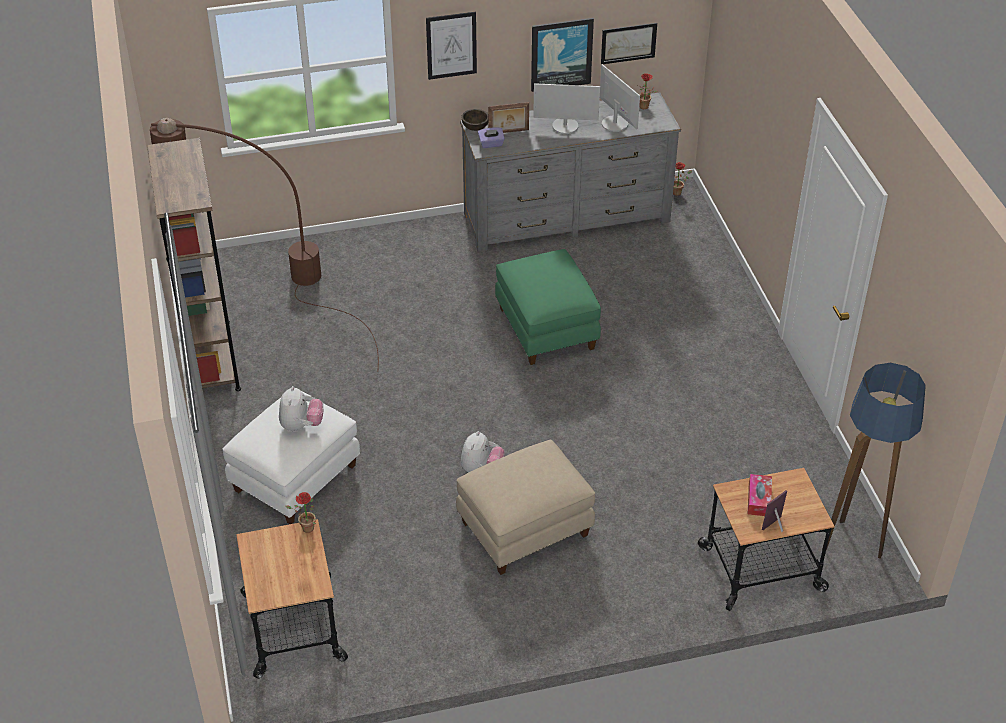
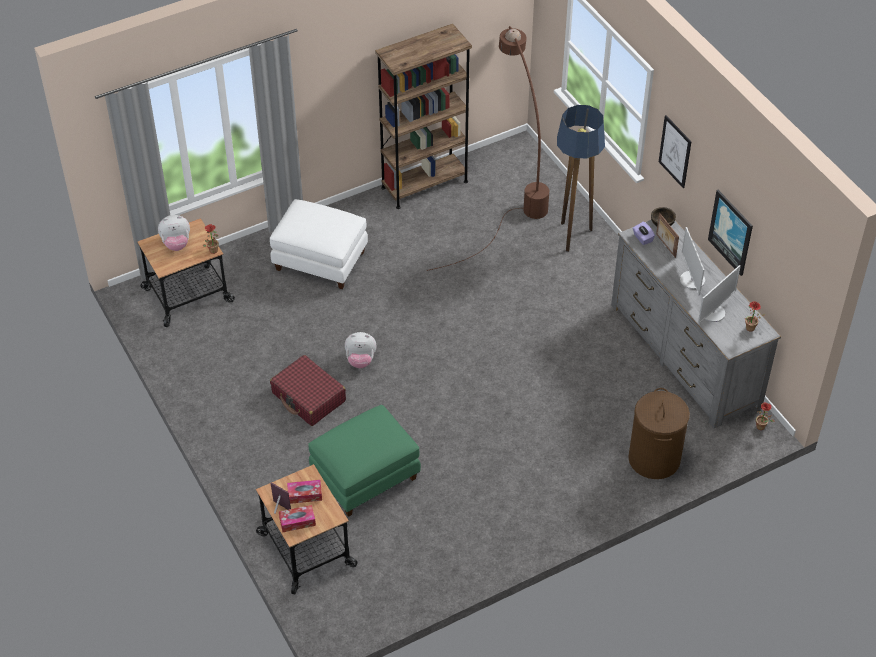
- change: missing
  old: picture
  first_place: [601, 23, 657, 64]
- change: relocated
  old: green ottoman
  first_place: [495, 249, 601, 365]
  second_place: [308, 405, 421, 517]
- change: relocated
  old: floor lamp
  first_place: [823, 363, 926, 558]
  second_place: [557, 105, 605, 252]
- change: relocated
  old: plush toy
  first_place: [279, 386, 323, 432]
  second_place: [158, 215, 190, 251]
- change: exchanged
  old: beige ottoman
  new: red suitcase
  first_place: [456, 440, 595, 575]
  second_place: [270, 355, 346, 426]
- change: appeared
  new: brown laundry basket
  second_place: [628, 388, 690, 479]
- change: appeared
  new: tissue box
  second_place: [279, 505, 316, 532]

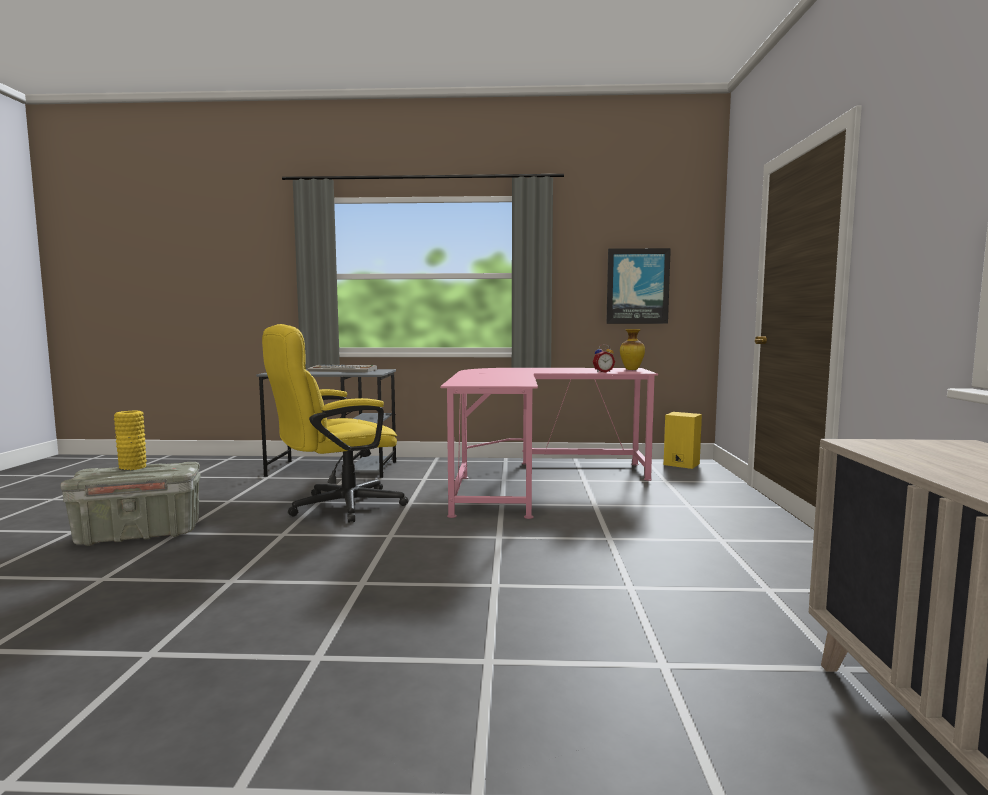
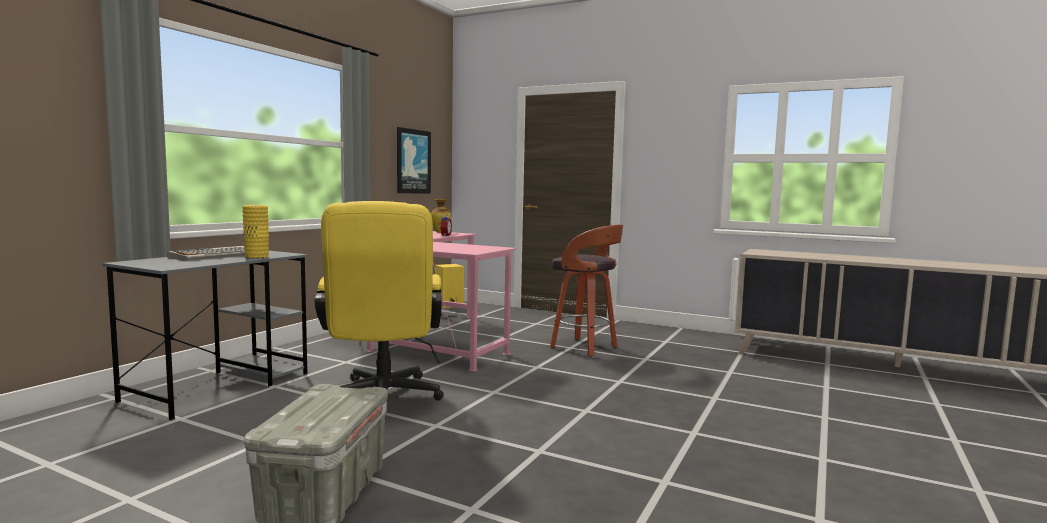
- change: relocated
  old: yellow vase
  first_place: [114, 411, 147, 471]
  second_place: [242, 205, 269, 259]
- change: appeared
  new: stool
  second_place: [550, 224, 623, 357]

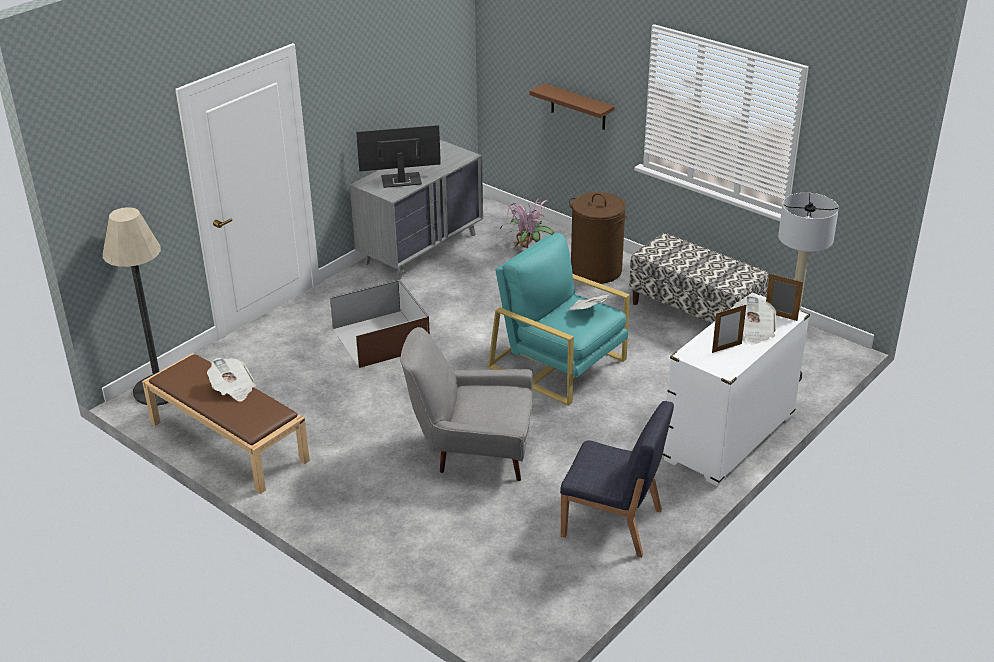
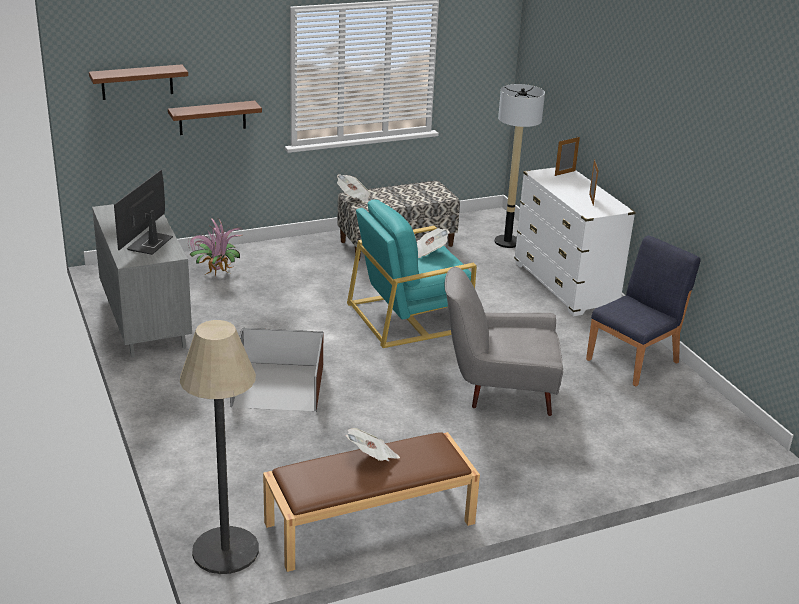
- change: missing
  old: brown laundry basket
  first_place: [569, 192, 628, 284]
- change: relocated
  old: newspaper
  first_place: [734, 295, 777, 345]
  second_place: [337, 174, 370, 203]
- change: spun
  old: grey armchair
  first_place: [400, 327, 533, 481]
  second_place: [445, 267, 563, 416]
  degrees: 60
- change: appeared
  new: brown shelf
  second_place: [89, 64, 188, 100]

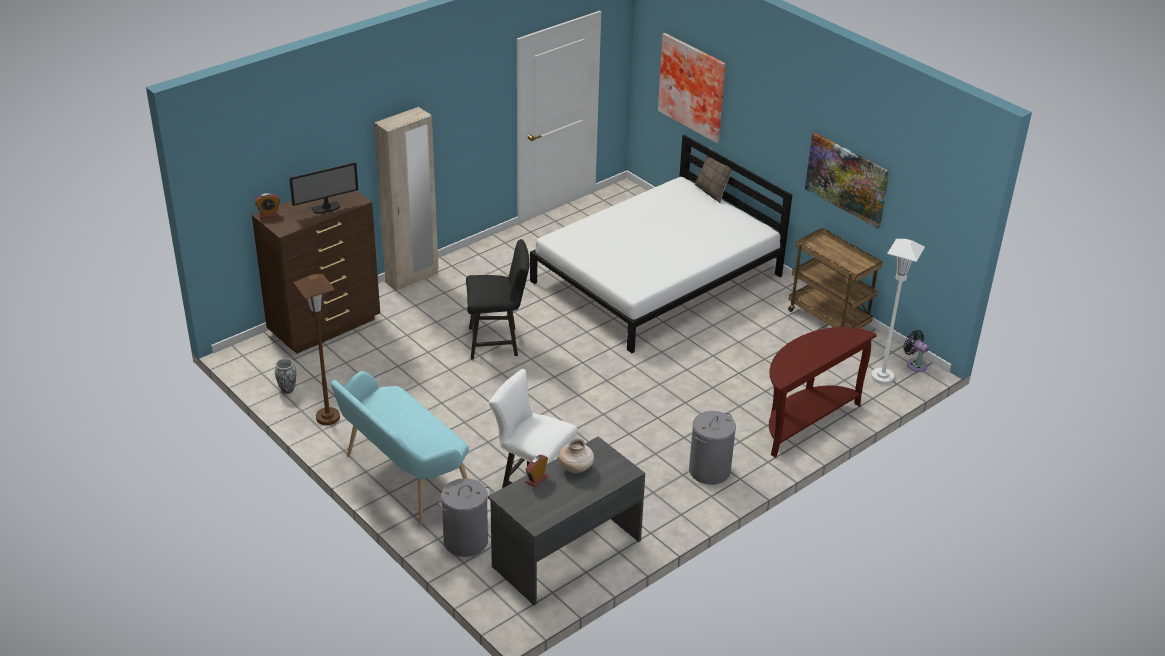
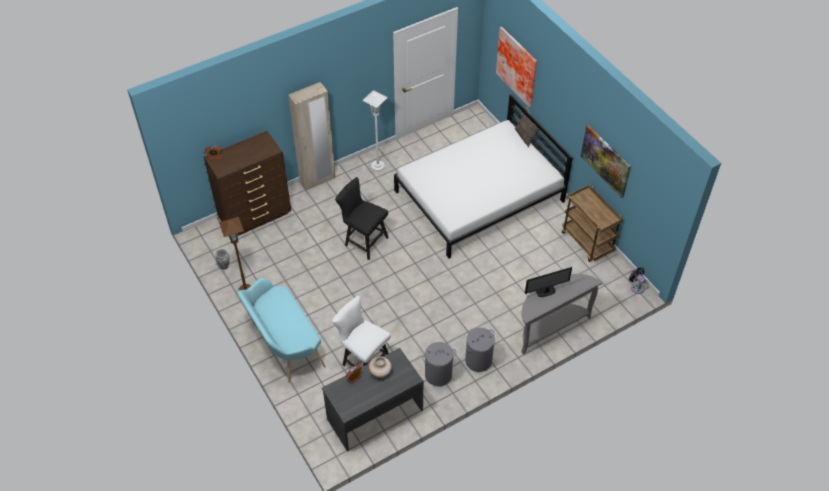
- change: relocated
  old: monitor
  first_place: [289, 162, 358, 214]
  second_place: [525, 267, 572, 297]
- change: spun
  old: black chair
  first_place: [466, 239, 530, 359]
  second_place: [335, 177, 389, 260]
  degrees: -150
- change: relocated
  old: white floor lamp
  first_place: [871, 239, 925, 385]
  second_place: [362, 90, 388, 172]
- change: colour
  old: brown console table
  new: grey console table
  first_place: [769, 327, 877, 457]
  second_place: [521, 274, 602, 355]
- change: relocated
  old: grey laundry basket
  first_place: [437, 478, 492, 557]
  second_place: [422, 342, 456, 386]

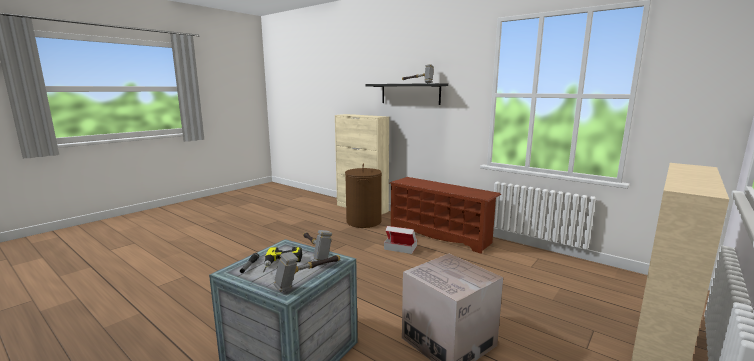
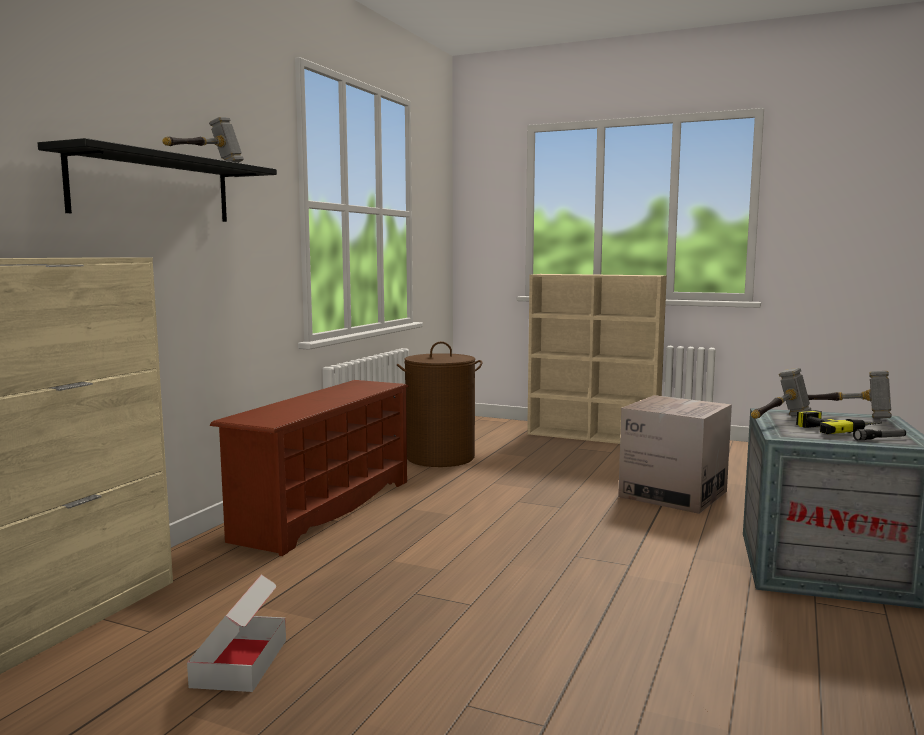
- change: relocated
  old: brown laundry basket
  first_place: [345, 163, 382, 228]
  second_place: [397, 341, 482, 467]
- change: relocated
  old: cardboard box
  first_place: [384, 226, 417, 254]
  second_place: [187, 574, 286, 692]

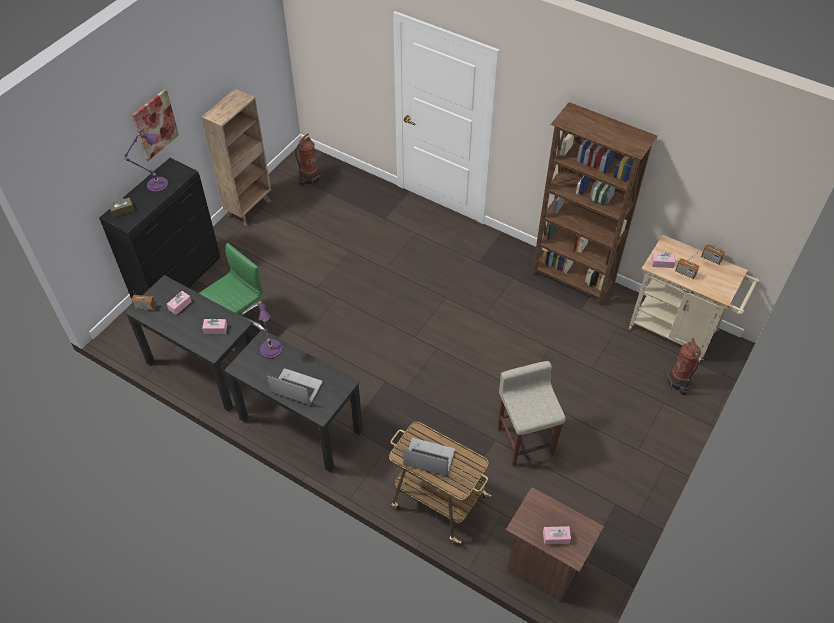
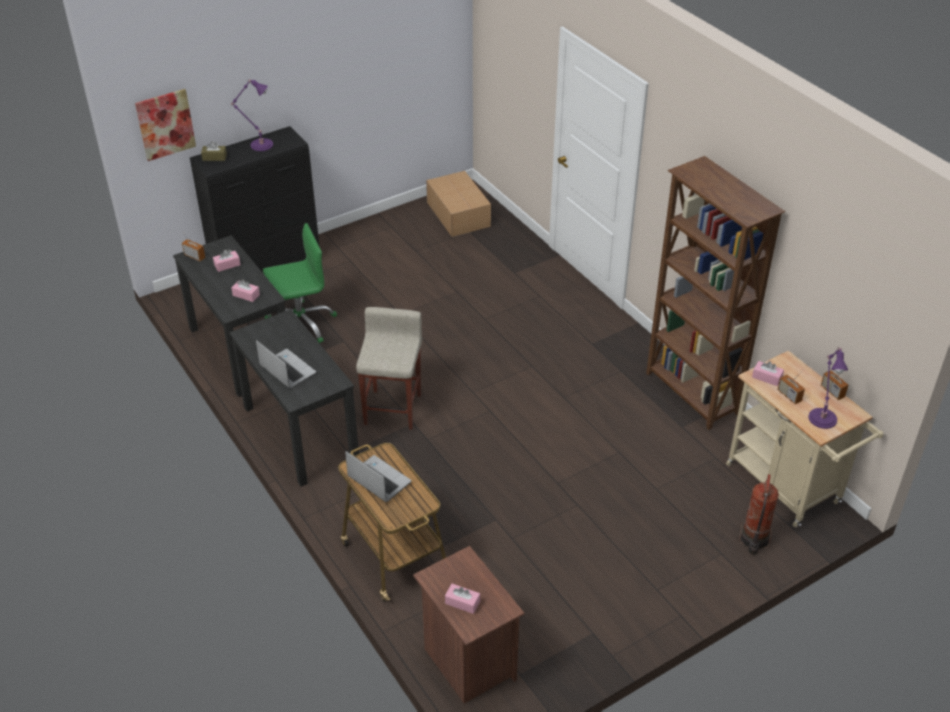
- change: relocated
  old: picture
  first_place: [132, 89, 179, 161]
  second_place: [135, 89, 196, 161]
- change: missing
  old: brown bookcase
  first_place: [201, 89, 271, 226]
- change: exchanged
  old: fire extinguisher
  new: cardboard box
  first_place: [295, 133, 322, 186]
  second_place: [426, 171, 491, 237]
- change: relocated
  old: purple table lamp
  first_place: [257, 301, 283, 359]
  second_place: [809, 348, 848, 429]
- change: relocated
  old: beige stool
  first_place: [497, 361, 565, 466]
  second_place: [356, 307, 422, 430]

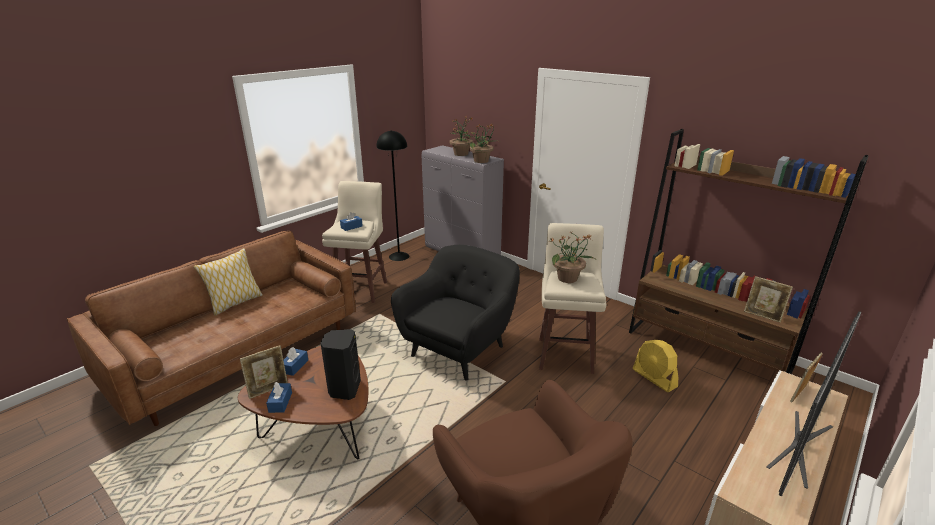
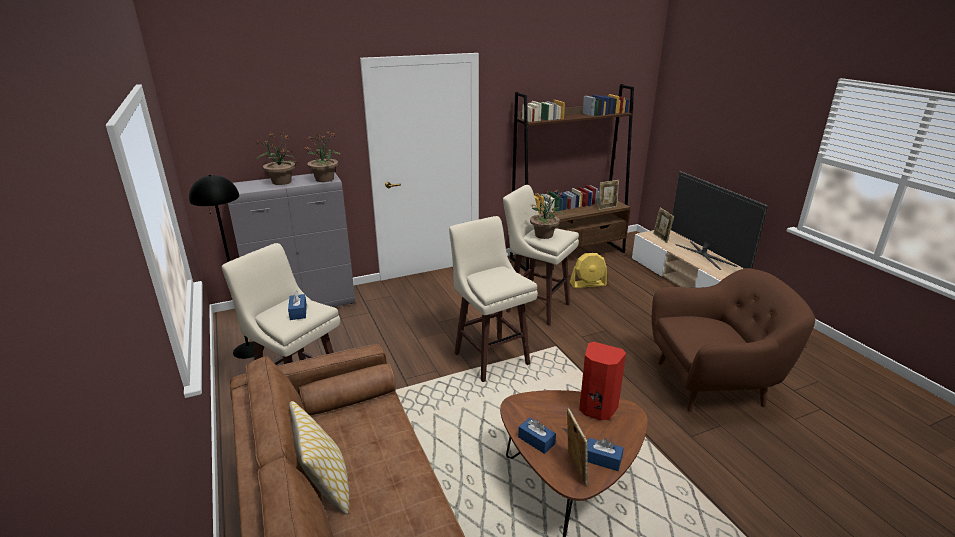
- change: exchanged
  old: black armchair
  new: beige stool
  first_place: [391, 245, 520, 380]
  second_place: [449, 216, 538, 382]
- change: colour
  old: black speaker
  new: red speaker
  first_place: [321, 329, 361, 400]
  second_place: [579, 342, 626, 420]

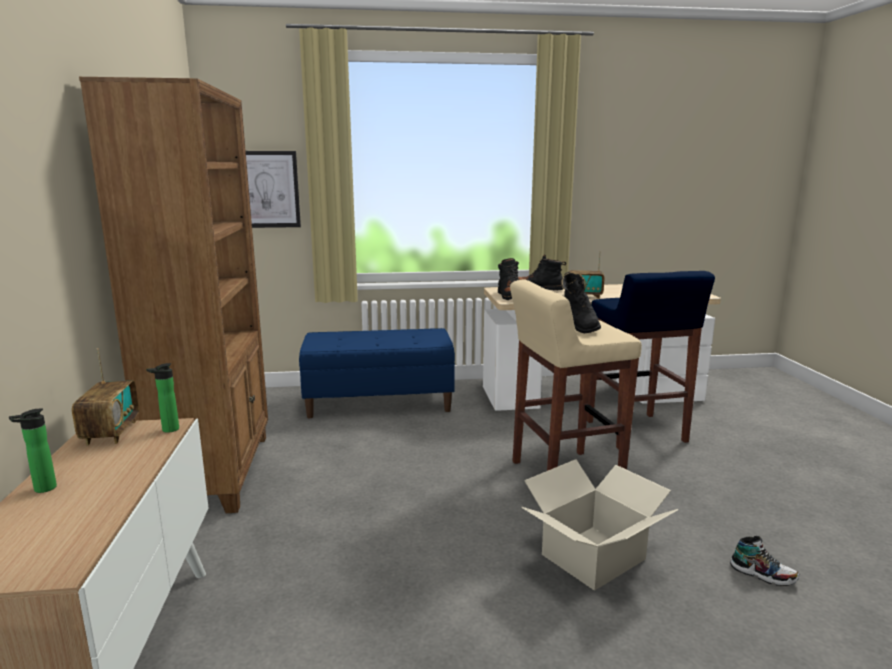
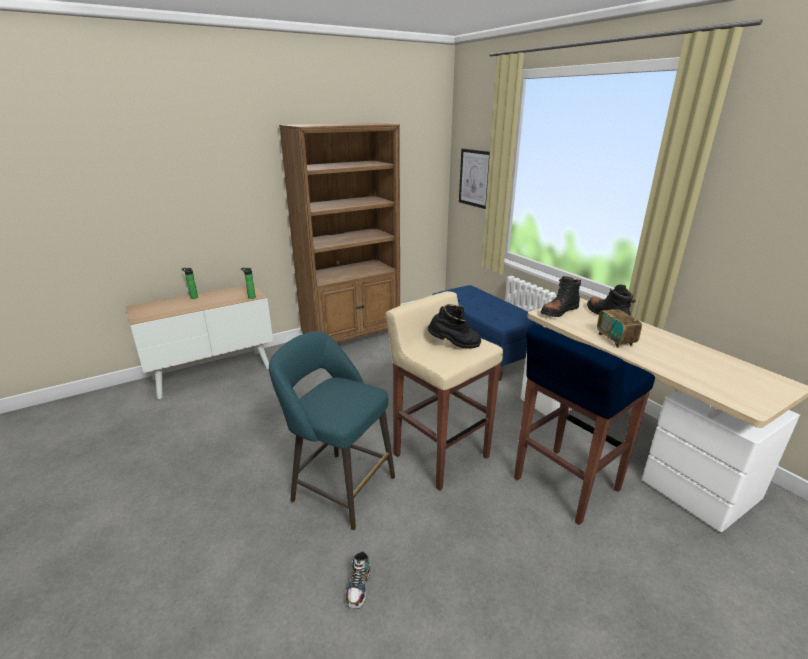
- change: spun
  old: black boot
  first_place: [561, 272, 601, 333]
  second_place: [428, 304, 481, 348]
  degrees: -150
- change: missing
  old: radio
  first_place: [72, 348, 139, 446]
- change: exchanged
  old: cardboard box
  new: turquoise stool
  first_place: [521, 459, 679, 591]
  second_place: [269, 331, 395, 530]

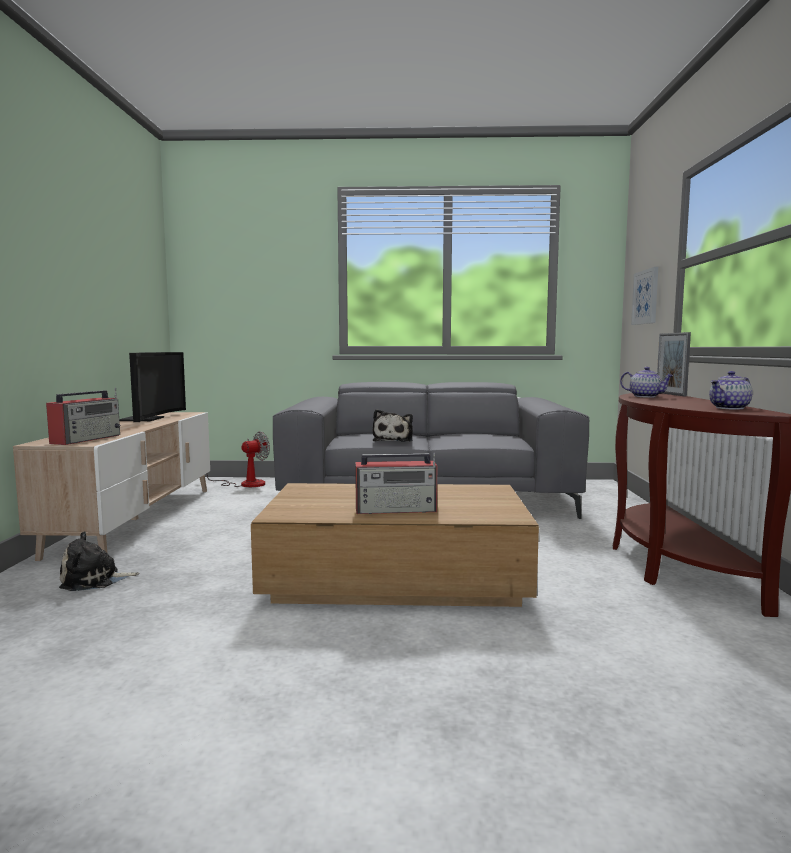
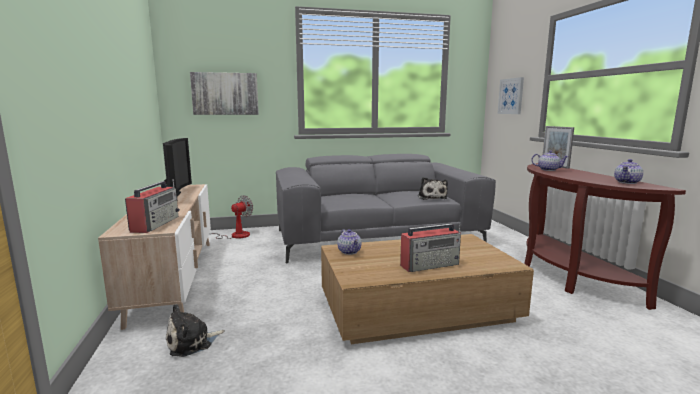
- change: relocated
  old: plush toy
  first_place: [373, 409, 413, 442]
  second_place: [418, 177, 448, 200]
- change: appeared
  new: picture
  second_place: [190, 72, 259, 115]
- change: appeared
  new: teapot
  second_place: [337, 229, 361, 255]

